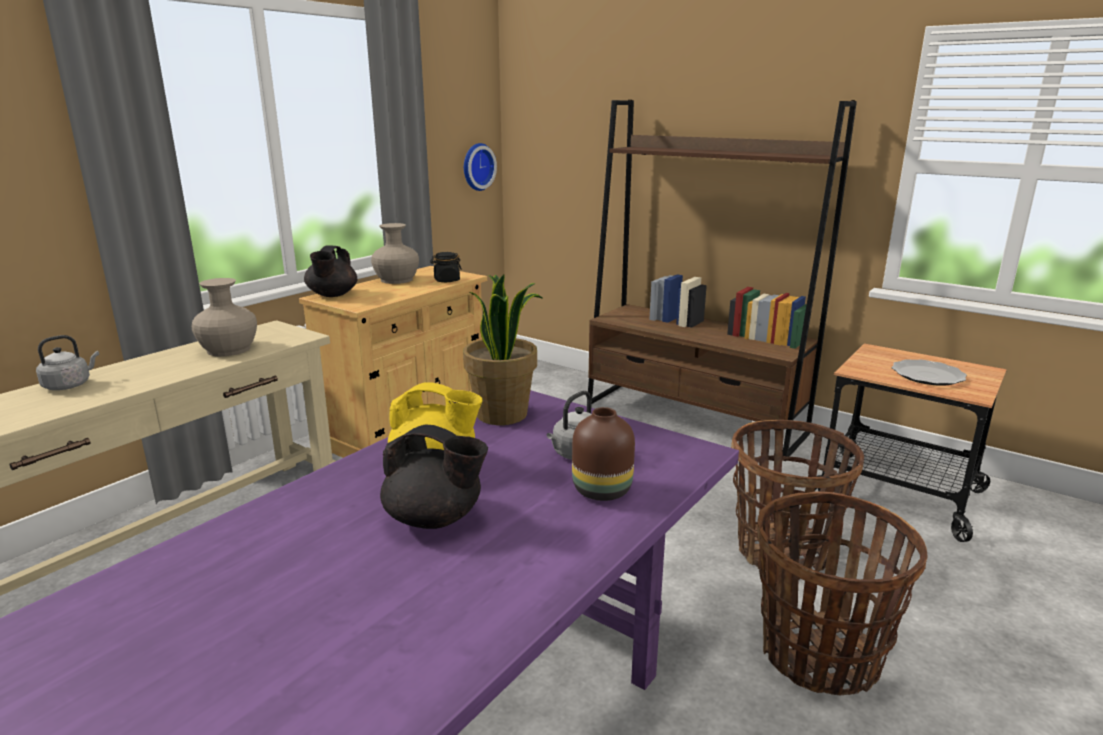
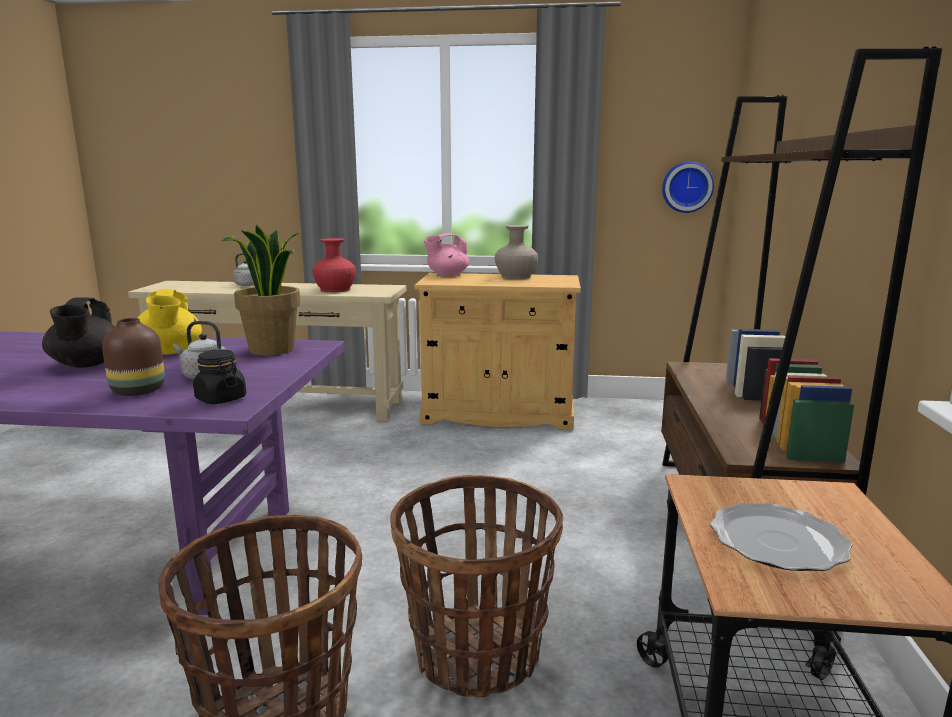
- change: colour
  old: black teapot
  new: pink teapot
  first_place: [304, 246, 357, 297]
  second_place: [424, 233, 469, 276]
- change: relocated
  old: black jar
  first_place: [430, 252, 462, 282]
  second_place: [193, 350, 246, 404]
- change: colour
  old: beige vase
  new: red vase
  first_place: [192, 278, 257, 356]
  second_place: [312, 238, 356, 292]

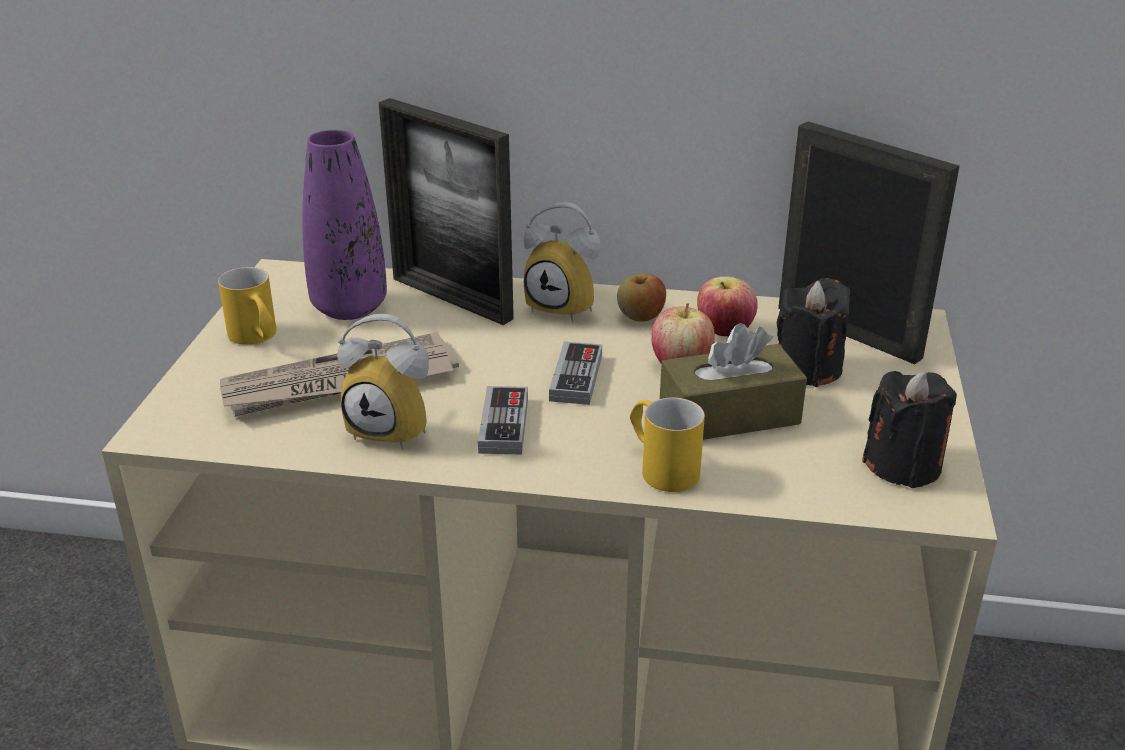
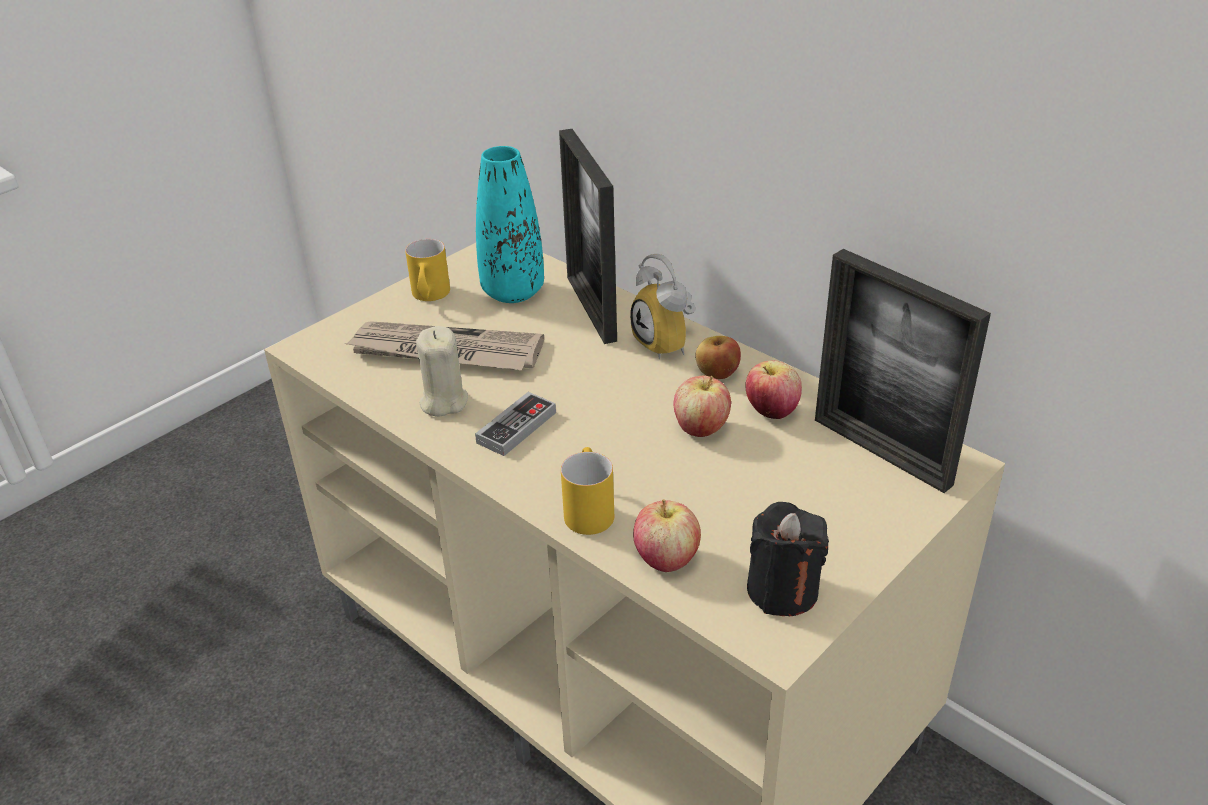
- change: spun
  old: picture frame
  first_place: [778, 121, 960, 364]
  second_place: [815, 249, 991, 493]
  degrees: 150
- change: colour
  old: purple vase
  new: turquoise vase
  first_place: [302, 130, 387, 320]
  second_place: [476, 146, 544, 303]
- change: missing
  old: black candle
  first_place: [777, 278, 850, 387]
- change: exchanged
  old: alarm clock
  new: beige candle
  first_place: [337, 314, 429, 449]
  second_place: [416, 326, 468, 417]
- change: missing
  old: brown tissue box
  first_place: [660, 323, 807, 440]
- change: missing
  old: game controller
  first_place: [549, 341, 602, 405]
- change: appeared
  new: apple
  second_place: [633, 499, 701, 572]

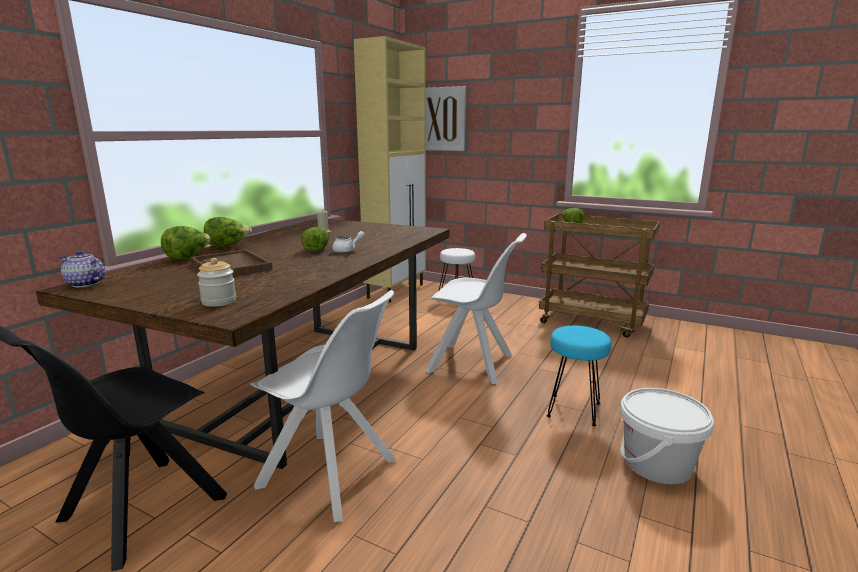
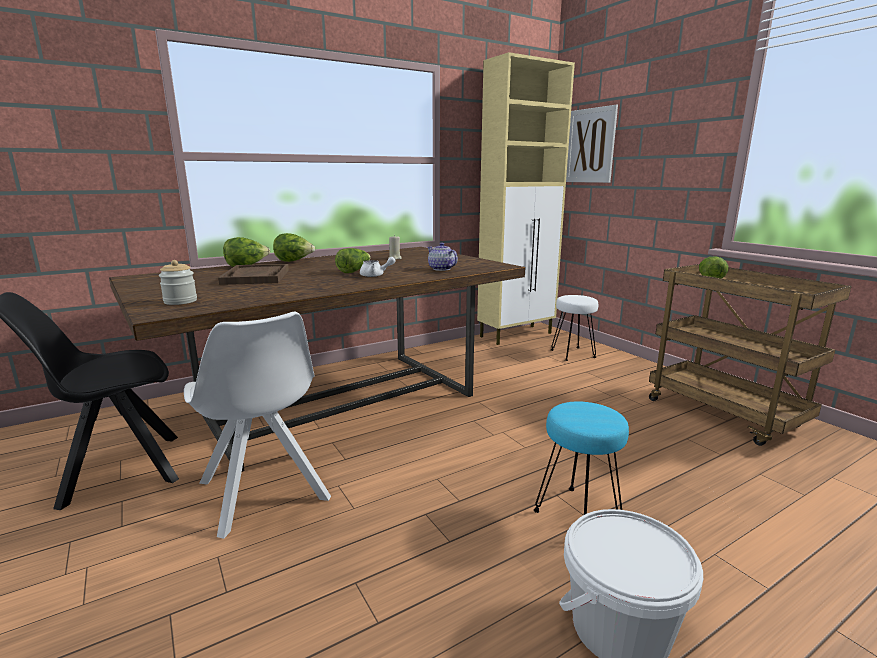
- change: missing
  old: white chair
  first_place: [425, 233, 527, 384]
- change: relocated
  old: teapot
  first_place: [59, 250, 105, 287]
  second_place: [427, 243, 458, 271]

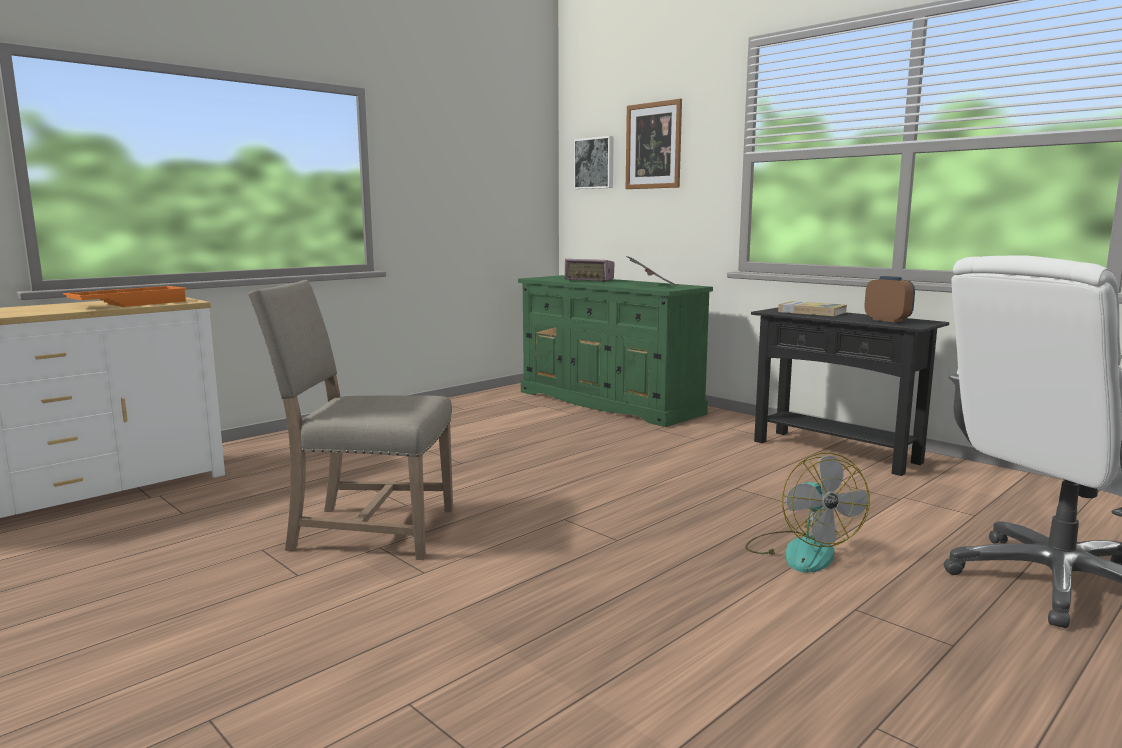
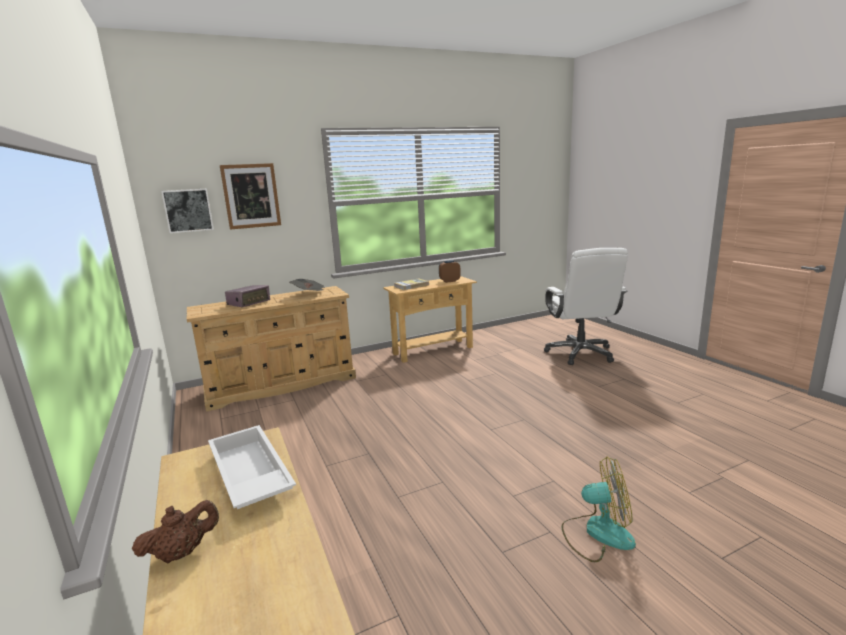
- change: colour
  old: green dresser
  new: beige dresser
  first_place: [518, 275, 713, 427]
  second_place: [187, 286, 356, 412]
- change: missing
  old: beige chair
  first_place: [248, 280, 453, 560]
- change: colour
  old: orange tray
  new: white tray
  first_place: [63, 286, 187, 307]
  second_place: [208, 425, 296, 509]
- change: colour
  old: black console table
  new: beige console table
  first_place: [751, 308, 949, 476]
  second_place: [383, 276, 477, 363]
- change: relocated
  old: fan
  first_place: [745, 453, 870, 573]
  second_place: [562, 456, 636, 562]
- change: appeared
  new: brown teapot
  second_place: [132, 500, 219, 564]

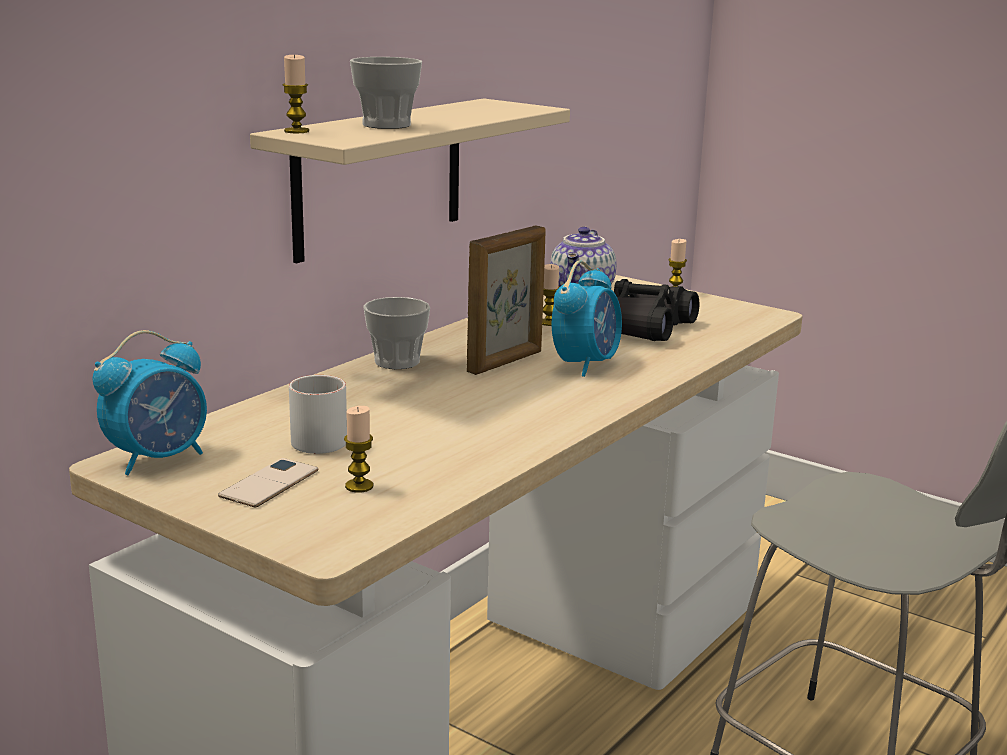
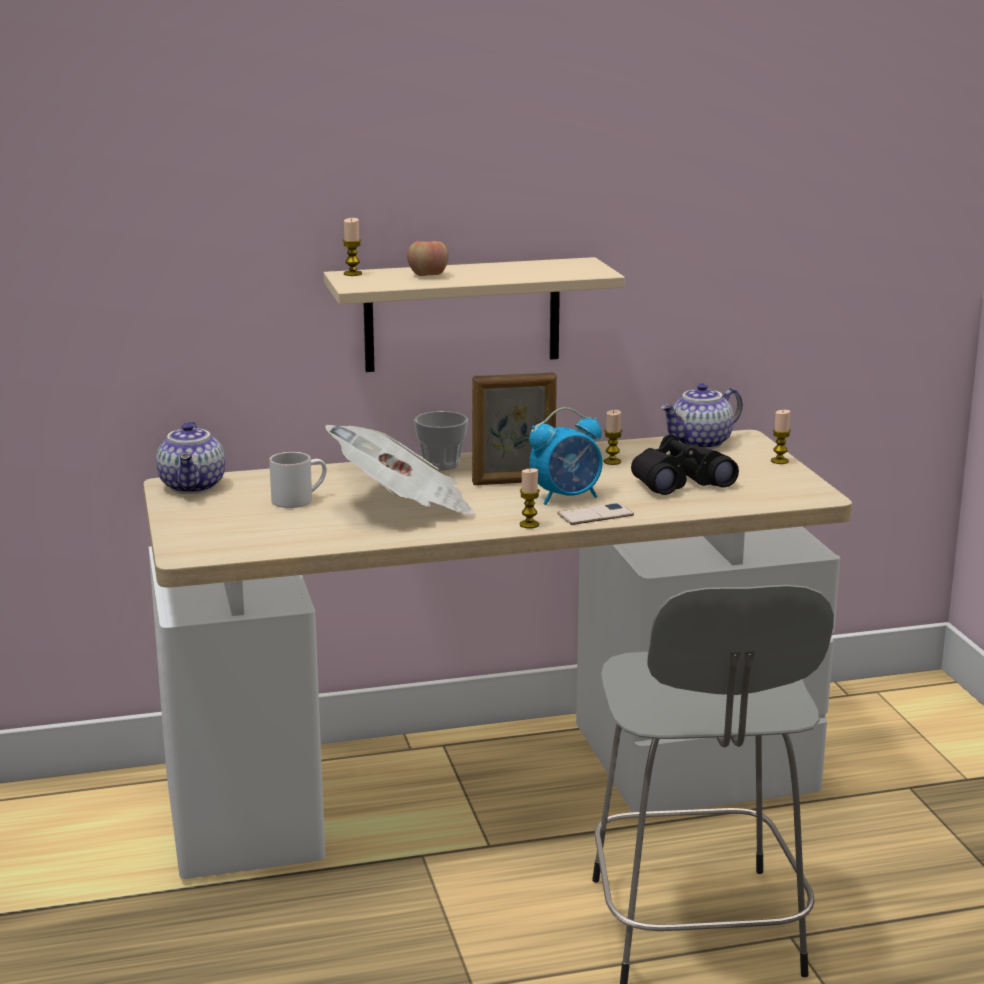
- change: exchanged
  old: cup
  new: apple
  first_place: [350, 57, 422, 129]
  second_place: [407, 241, 448, 276]
- change: exchanged
  old: alarm clock
  new: teapot
  first_place: [93, 330, 207, 475]
  second_place: [156, 422, 225, 494]
- change: relocated
  old: candle
  first_place: [344, 406, 373, 492]
  second_place: [520, 468, 540, 529]
- change: relocated
  old: phone
  first_place: [218, 458, 318, 508]
  second_place: [558, 503, 634, 525]
- change: appeared
  new: newspaper
  second_place: [325, 425, 475, 515]

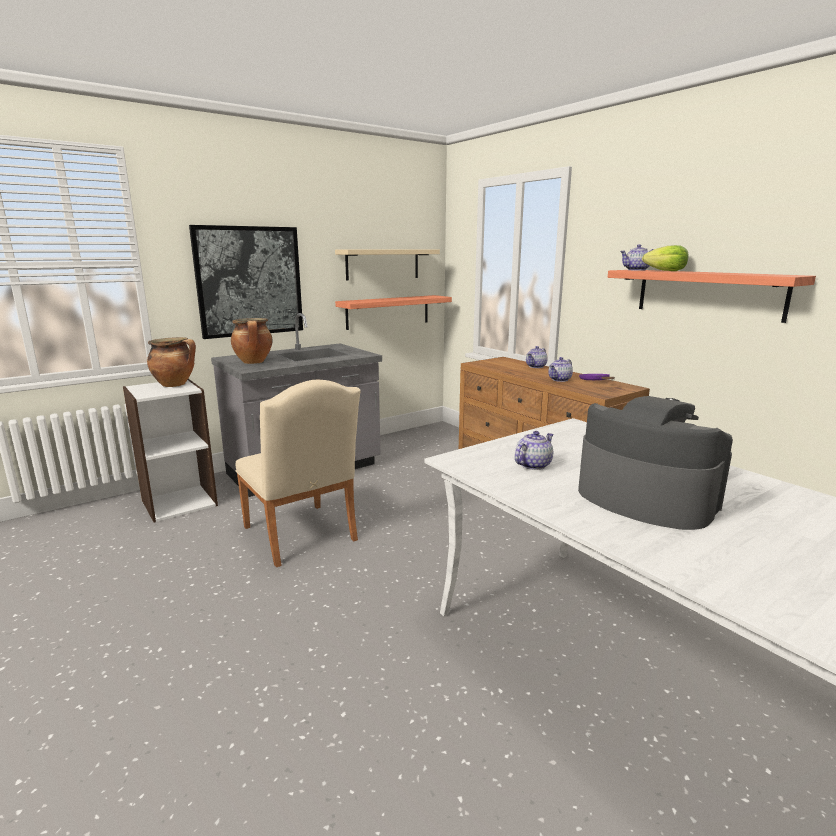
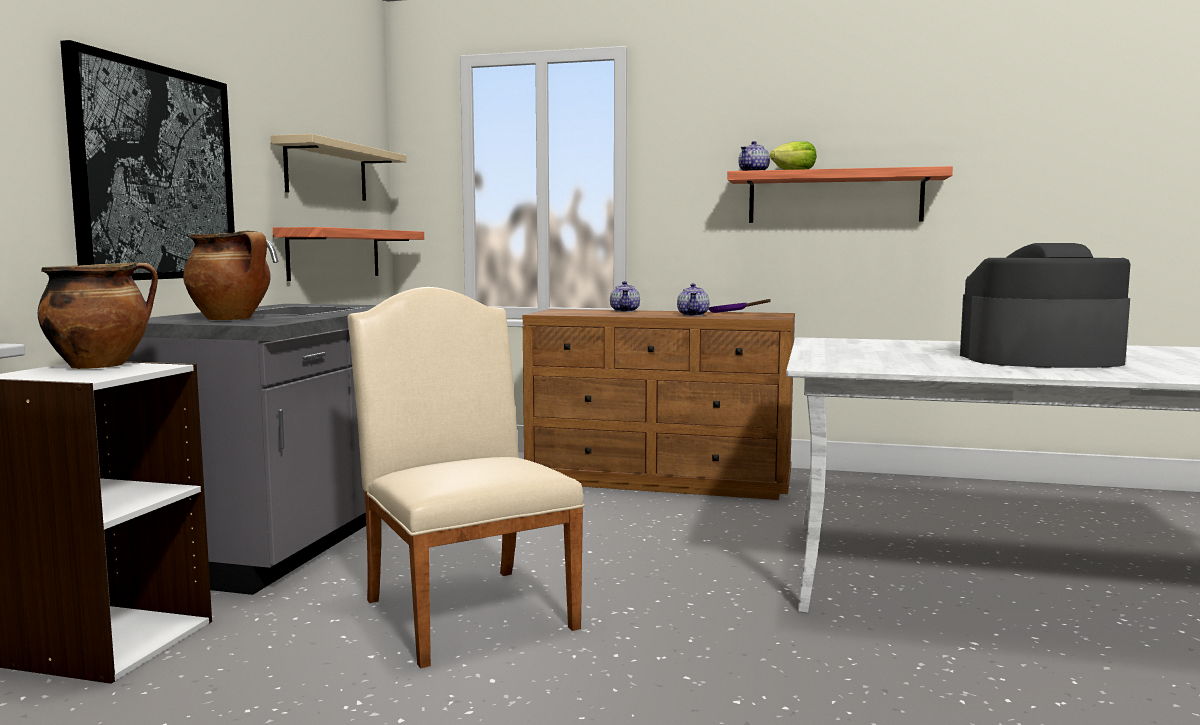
- change: spun
  old: beige chair
  first_place: [235, 380, 361, 567]
  second_place: [348, 287, 585, 669]
  degrees: -135
- change: missing
  old: teapot
  first_place: [515, 431, 554, 470]

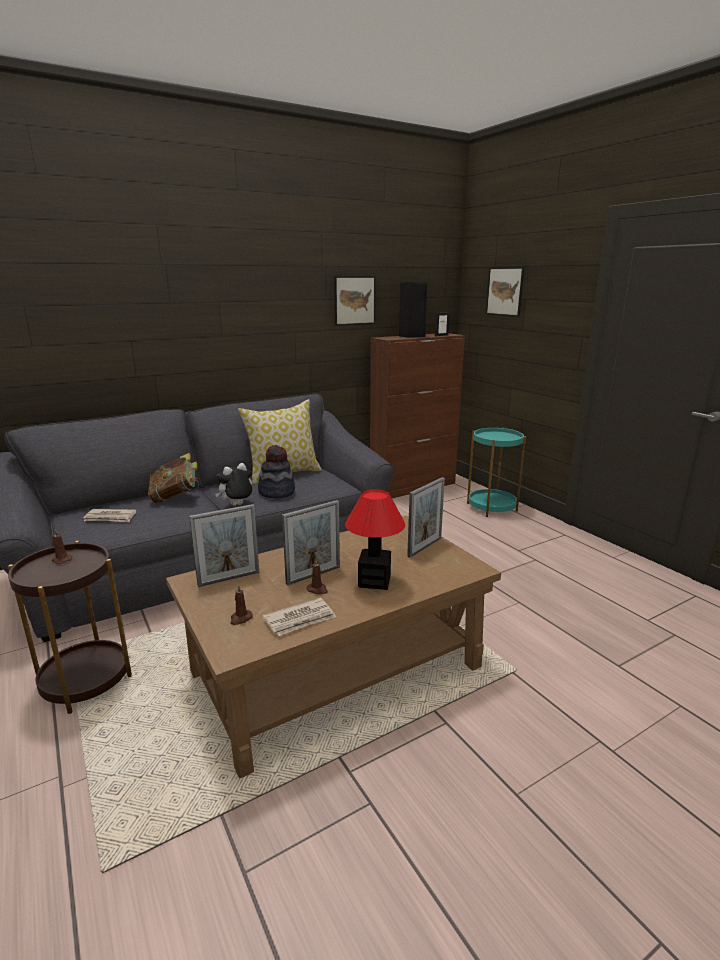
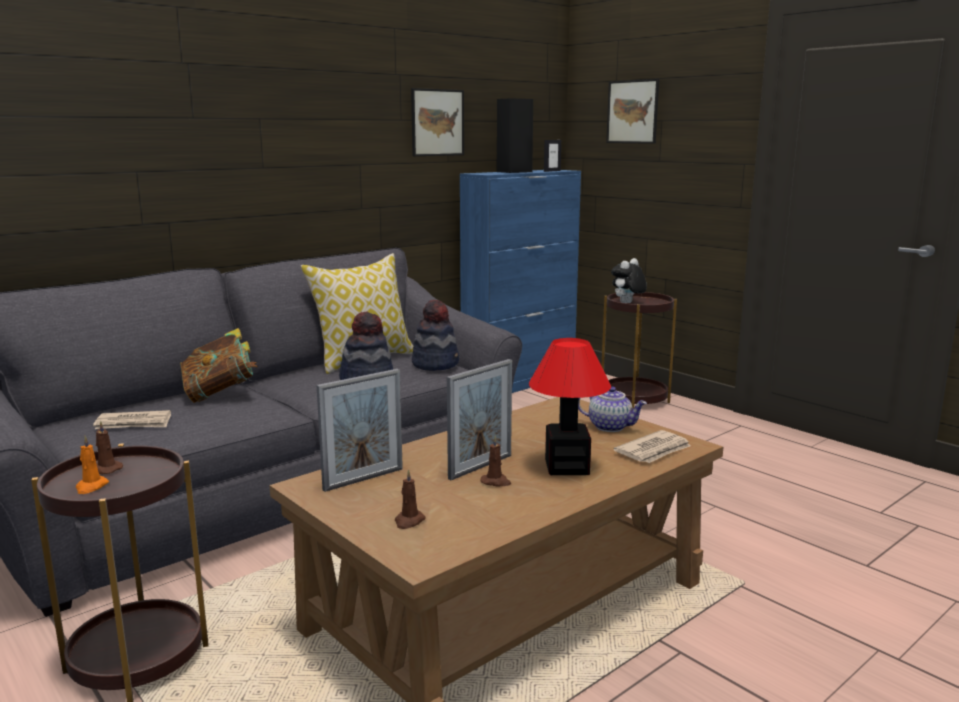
- change: colour
  old: brown cabinet
  new: blue cabinet
  first_place: [370, 333, 465, 498]
  second_place: [460, 170, 581, 393]
- change: colour
  old: turquoise side table
  new: brown side table
  first_place: [467, 427, 526, 517]
  second_place: [601, 292, 677, 408]
- change: relocated
  old: plush toy
  first_place: [215, 463, 252, 506]
  second_place: [611, 258, 647, 303]
- change: exchanged
  old: picture frame
  new: teapot
  first_place: [407, 477, 445, 558]
  second_place: [578, 386, 647, 432]
- change: relocated
  old: newspaper
  first_place: [262, 598, 336, 636]
  second_place: [614, 430, 690, 463]
- change: appeared
  new: hat
  second_place: [412, 299, 459, 371]
- change: appeared
  new: orange candle
  second_place: [76, 436, 109, 494]

